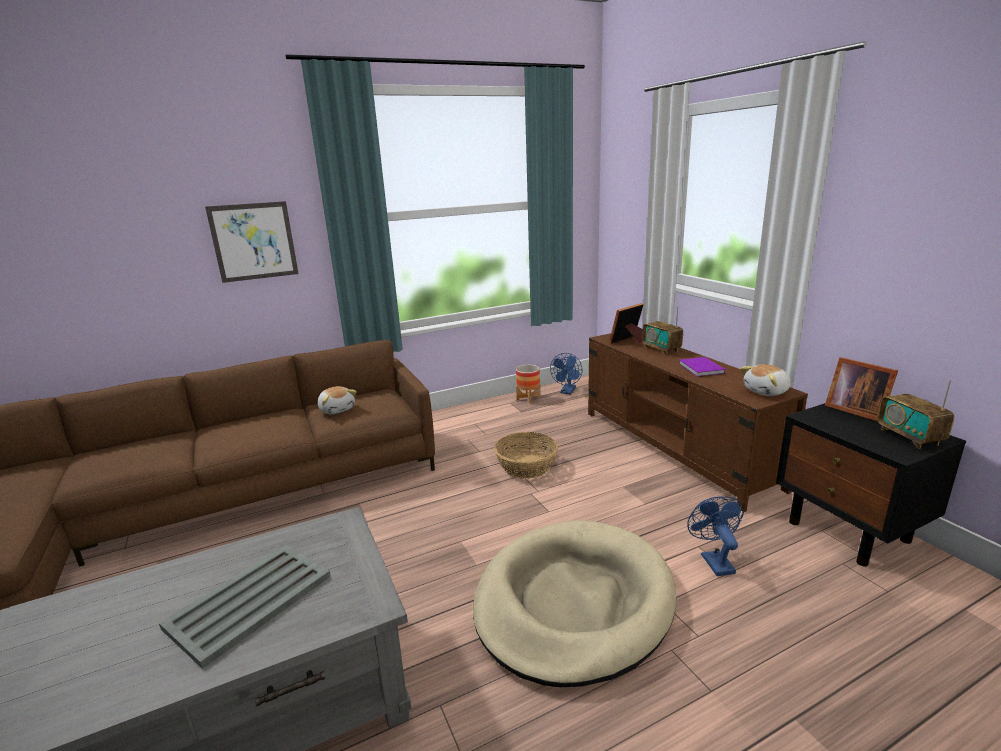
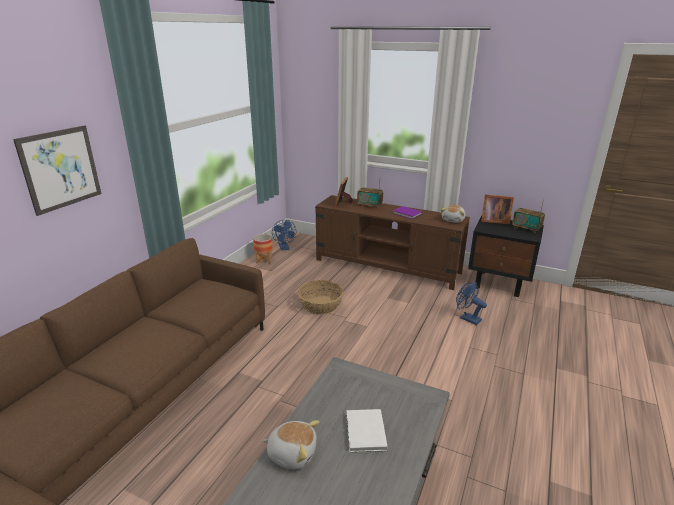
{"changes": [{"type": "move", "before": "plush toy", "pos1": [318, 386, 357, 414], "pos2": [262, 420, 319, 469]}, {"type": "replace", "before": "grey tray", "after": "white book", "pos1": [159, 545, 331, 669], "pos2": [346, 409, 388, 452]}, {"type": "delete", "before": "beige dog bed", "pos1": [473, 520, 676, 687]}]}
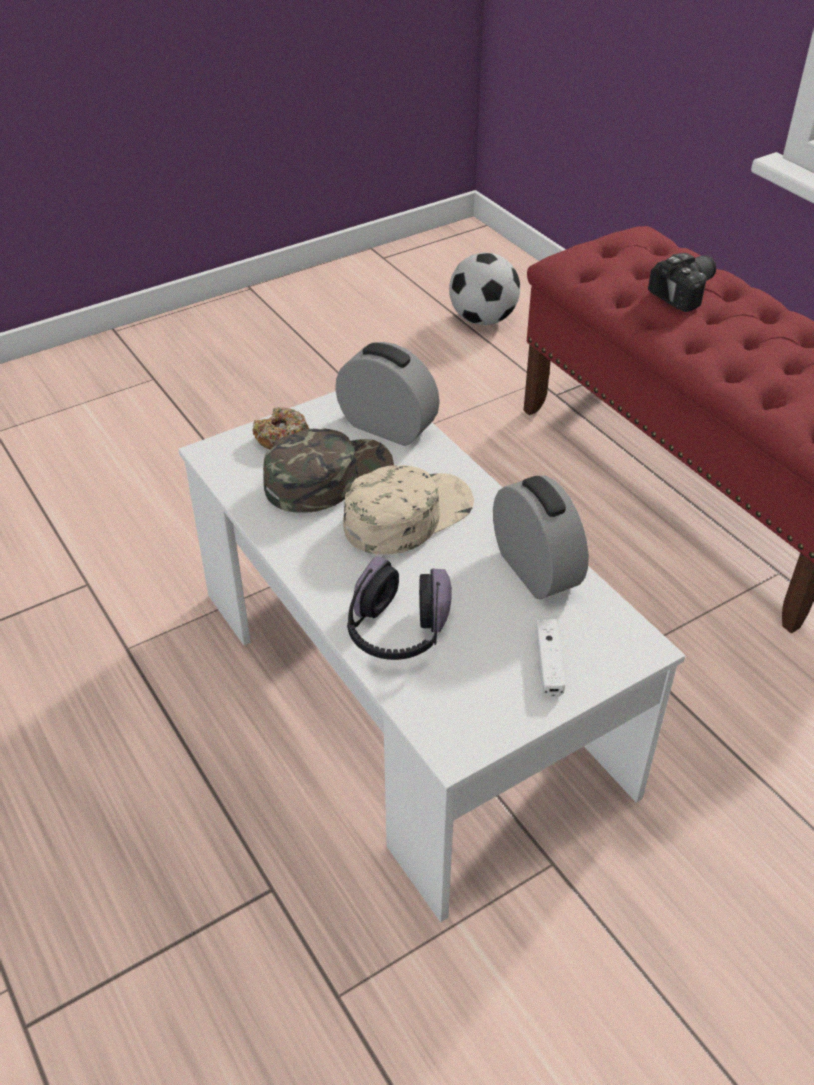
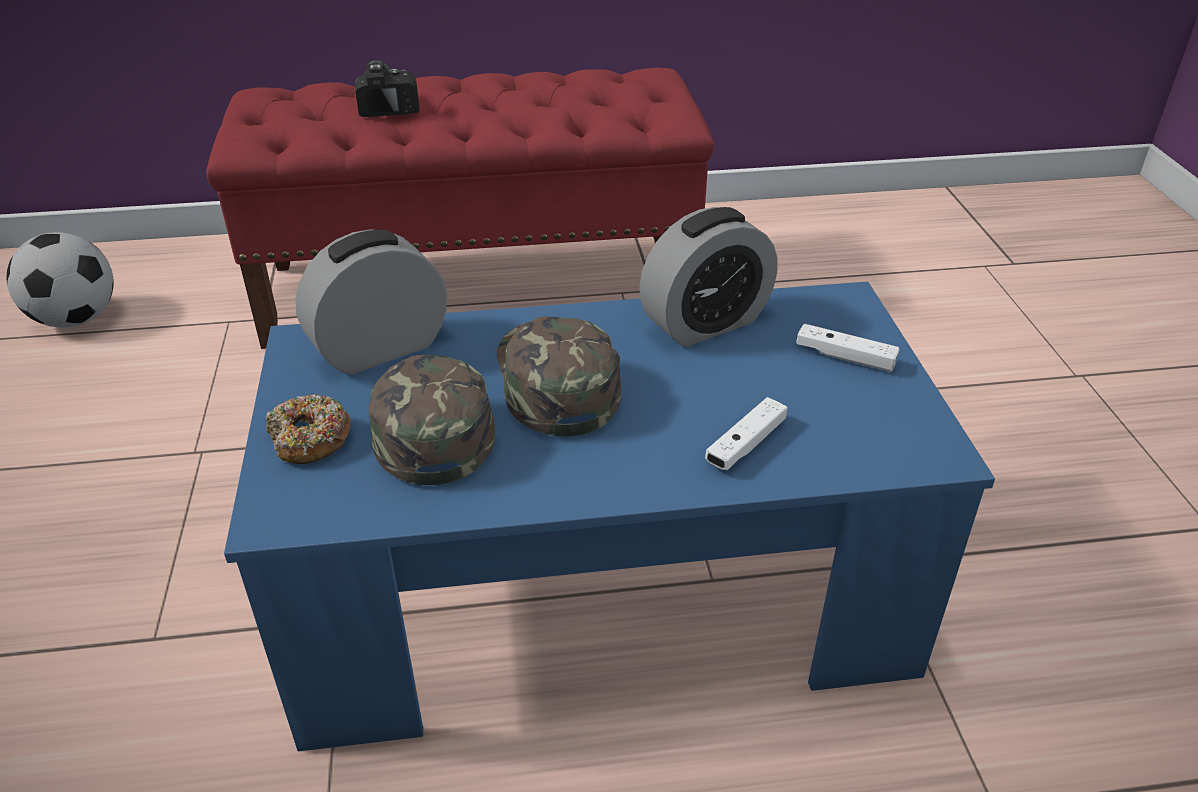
{"changes": [{"type": "recolor", "before": "white coffee table", "after": "blue coffee table", "pos1": [178, 391, 685, 922], "pos2": [224, 282, 995, 751]}, {"type": "recolor", "before": "beige cap", "after": "green cap", "pos1": [343, 465, 474, 555], "pos2": [497, 316, 621, 437]}, {"type": "rotate", "before": "alarm clock", "pos1": [493, 476, 589, 599], "pos2": [639, 207, 777, 347], "turn": 150}, {"type": "replace", "before": "headphones", "after": "white game controller", "pos1": [347, 556, 452, 660], "pos2": [705, 397, 788, 470]}]}
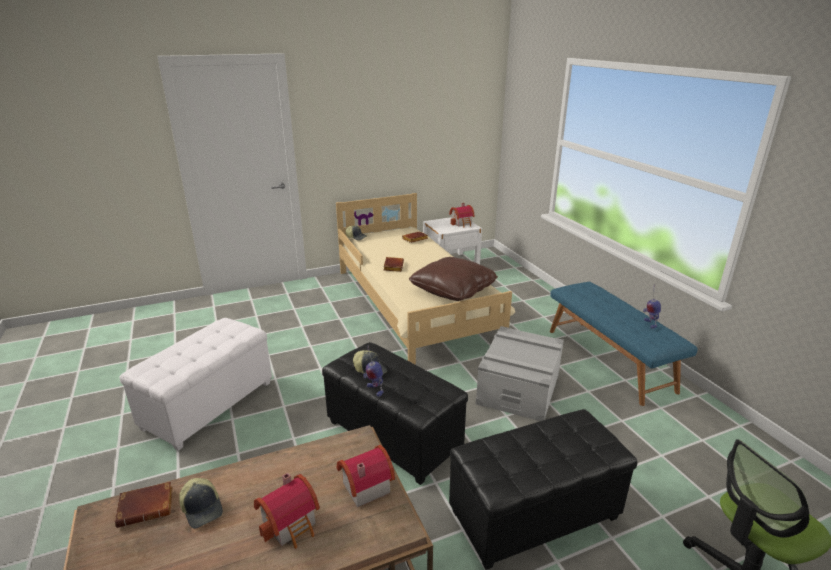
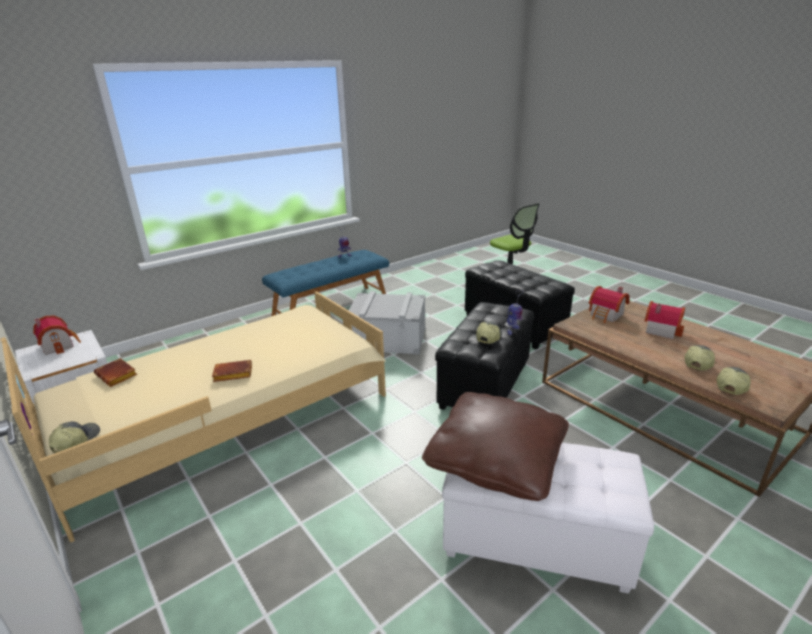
{"changes": [{"type": "move", "before": "brown pillow", "pos1": [409, 257, 498, 301], "pos2": [422, 392, 569, 501]}, {"type": "replace", "before": "brown book", "after": "cap", "pos1": [115, 481, 173, 528], "pos2": [717, 367, 751, 395]}]}
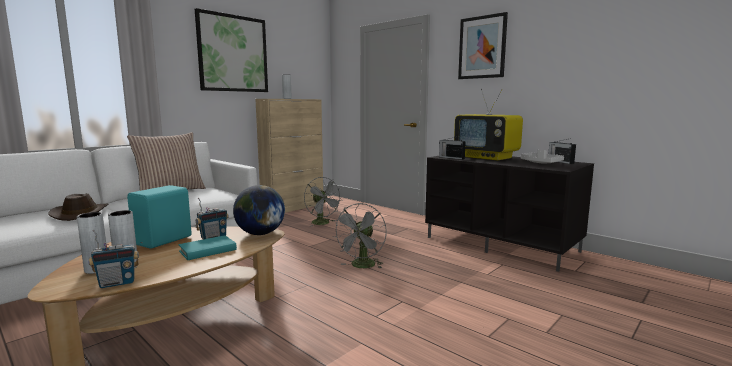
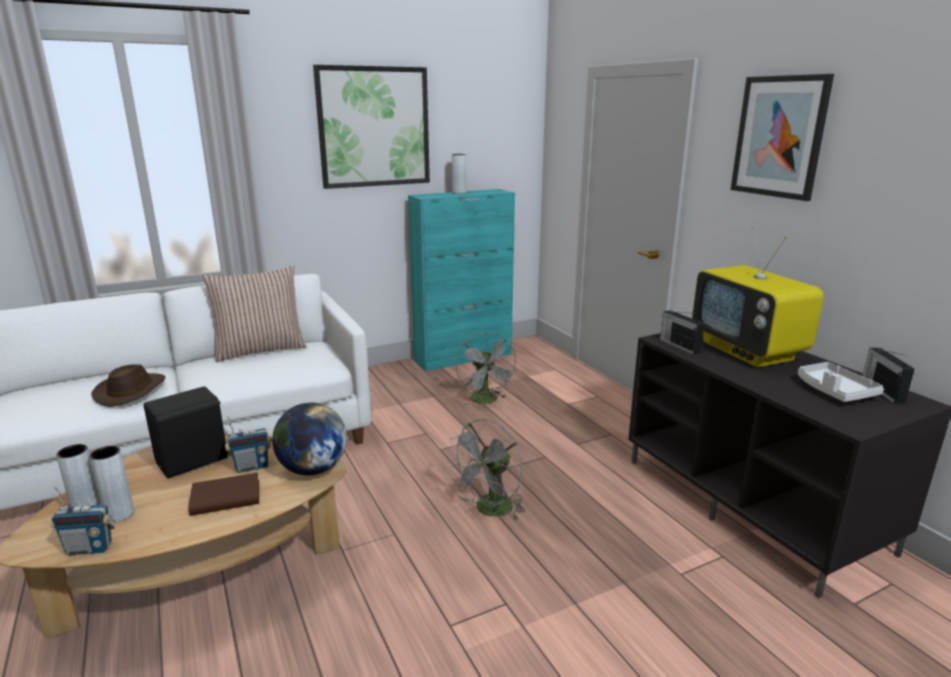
{"changes": [{"type": "recolor", "before": "turquoise speaker", "after": "black speaker", "pos1": [127, 185, 192, 249], "pos2": [144, 386, 228, 478]}, {"type": "recolor", "before": "turquoise book", "after": "brown book", "pos1": [179, 235, 237, 260], "pos2": [188, 473, 259, 516]}, {"type": "recolor", "before": "beige cabinet", "after": "turquoise cabinet", "pos1": [255, 99, 323, 213], "pos2": [408, 189, 515, 371]}]}
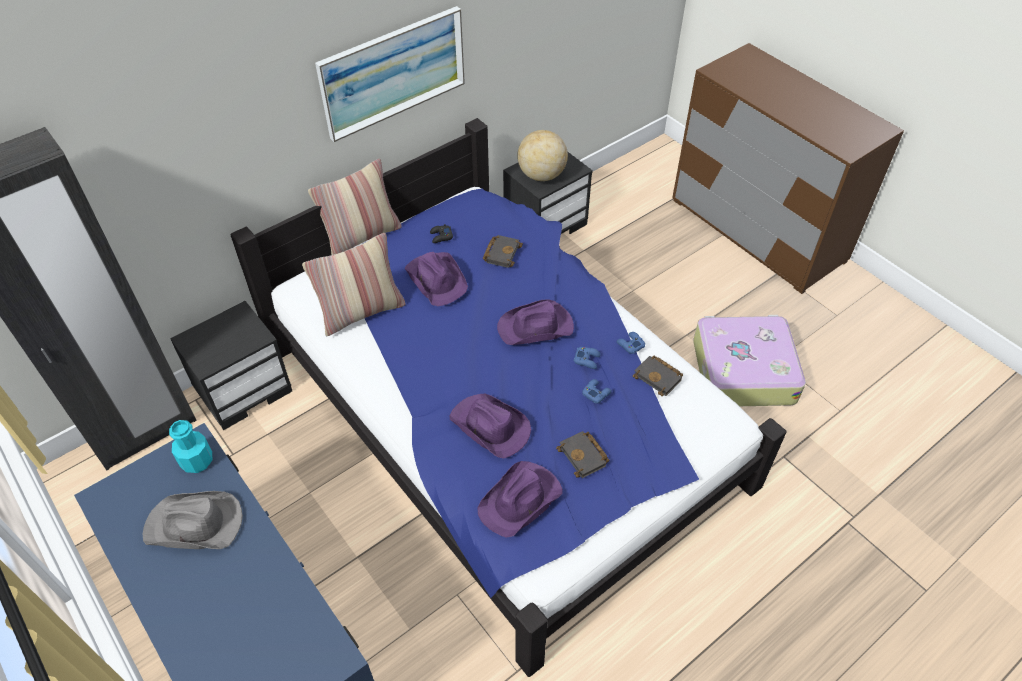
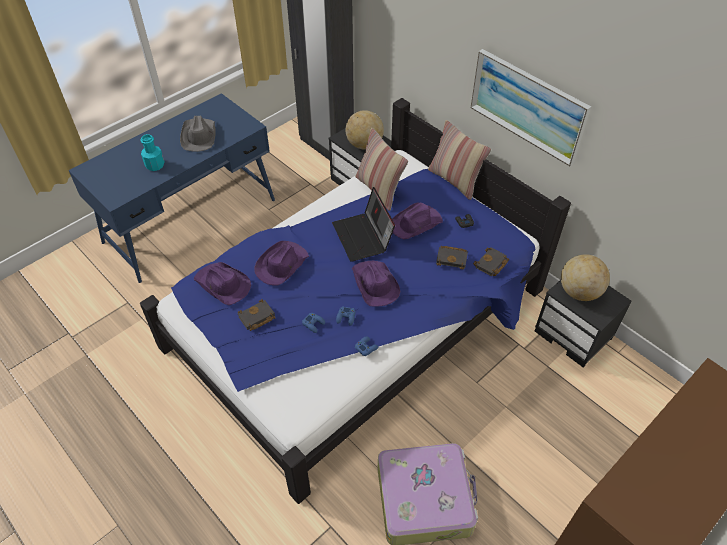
{"changes": [{"type": "move", "before": "turquoise bottle", "pos1": [169, 420, 212, 473], "pos2": [140, 134, 165, 171]}, {"type": "insert", "after": "laptop", "pos2": [332, 187, 395, 262]}, {"type": "insert", "after": "globe", "pos2": [345, 110, 384, 150]}, {"type": "move", "before": "black book", "pos1": [633, 355, 683, 396], "pos2": [473, 247, 509, 276]}]}
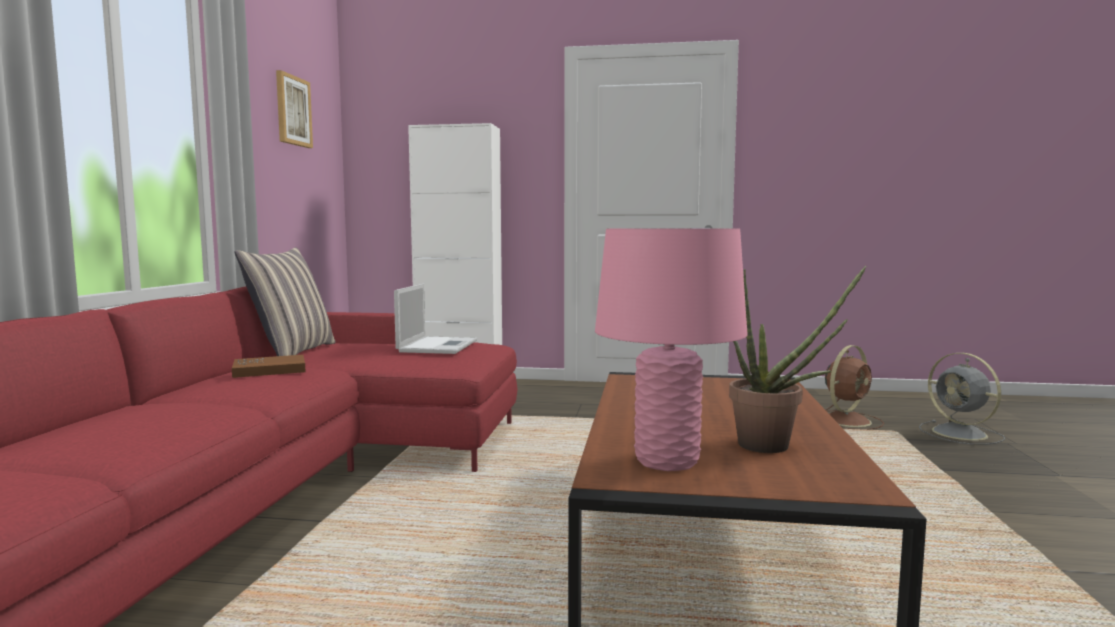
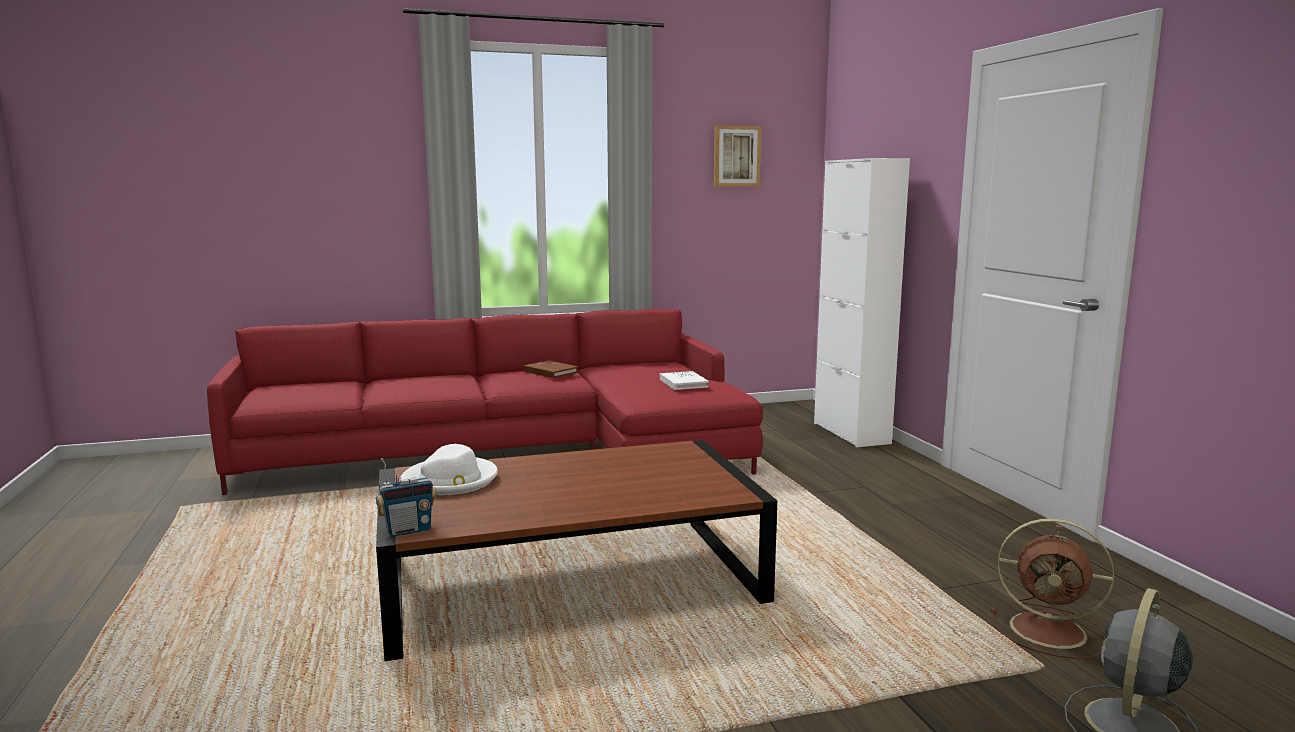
{"changes": [{"type": "insert", "after": "radio", "pos2": [376, 458, 437, 537]}, {"type": "replace", "before": "pink table lamp", "after": "white hat", "pos1": [595, 228, 748, 471], "pos2": [399, 444, 498, 495]}, {"type": "replace", "before": "laptop", "after": "white book", "pos1": [394, 284, 477, 354], "pos2": [660, 371, 709, 390]}, {"type": "delete", "before": "pillow", "pos1": [235, 247, 336, 356]}, {"type": "delete", "before": "potted plant", "pos1": [729, 266, 866, 453]}]}
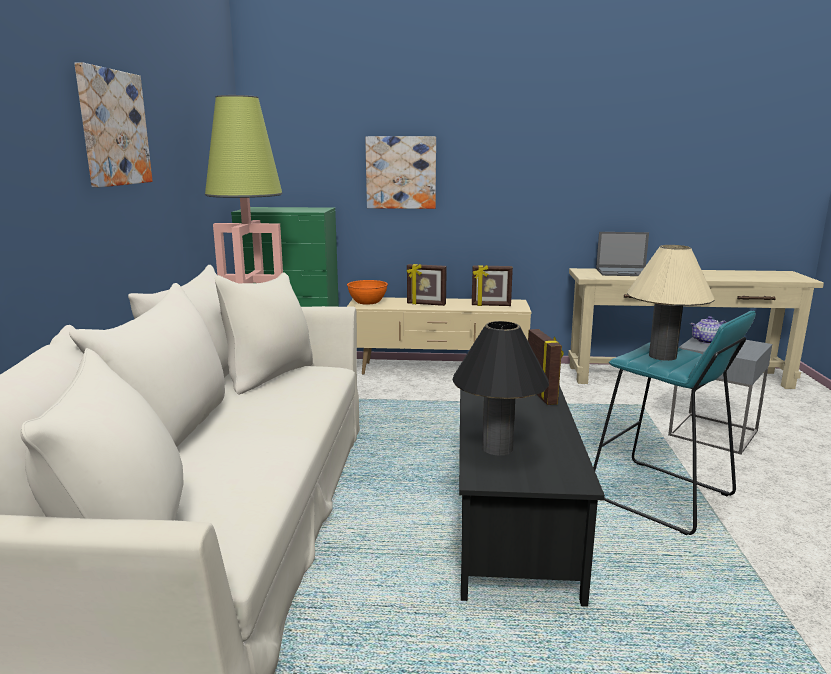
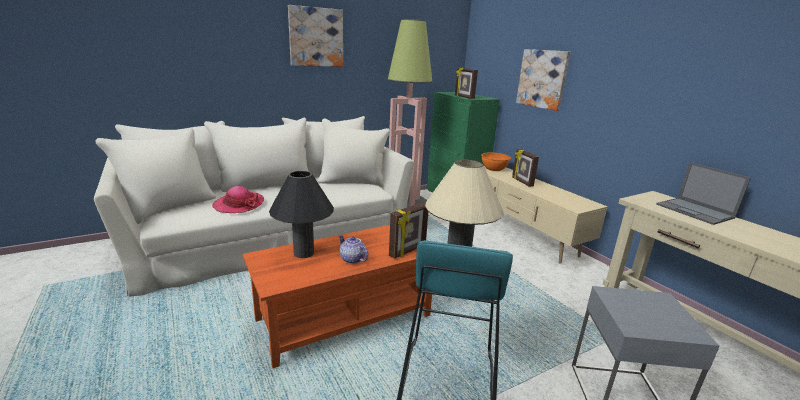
{"changes": [{"type": "insert", "after": "hat", "pos2": [212, 186, 264, 213]}, {"type": "recolor", "before": "black coffee table", "after": "orange coffee table", "pos1": [459, 385, 605, 607], "pos2": [243, 225, 432, 368]}, {"type": "move", "before": "teapot", "pos1": [690, 316, 727, 344], "pos2": [339, 235, 369, 264]}, {"type": "move", "before": "picture frame", "pos1": [472, 265, 513, 306], "pos2": [455, 67, 478, 99]}]}
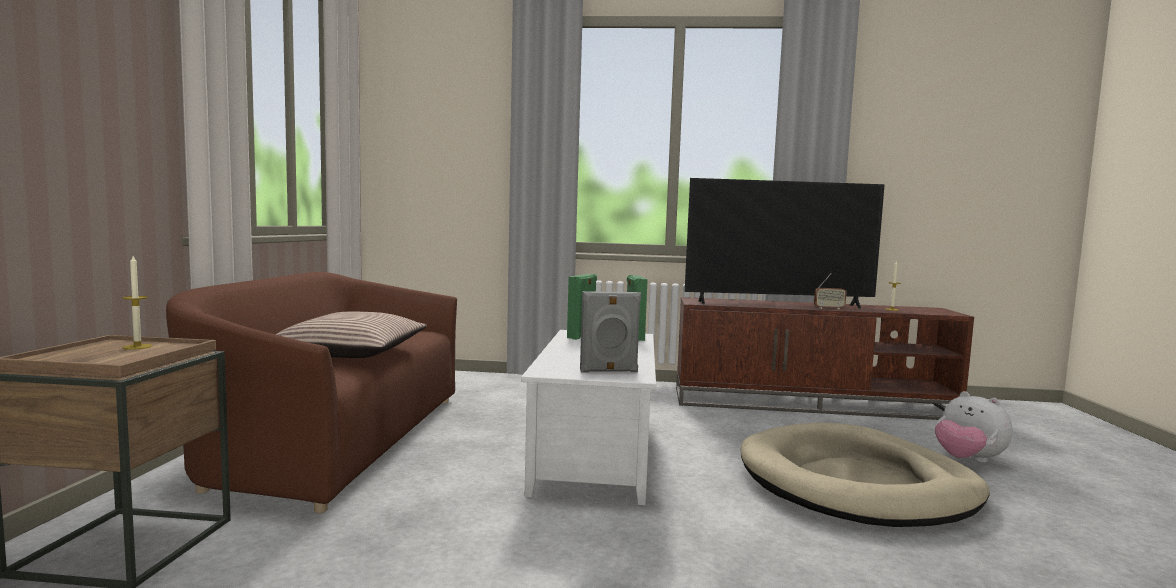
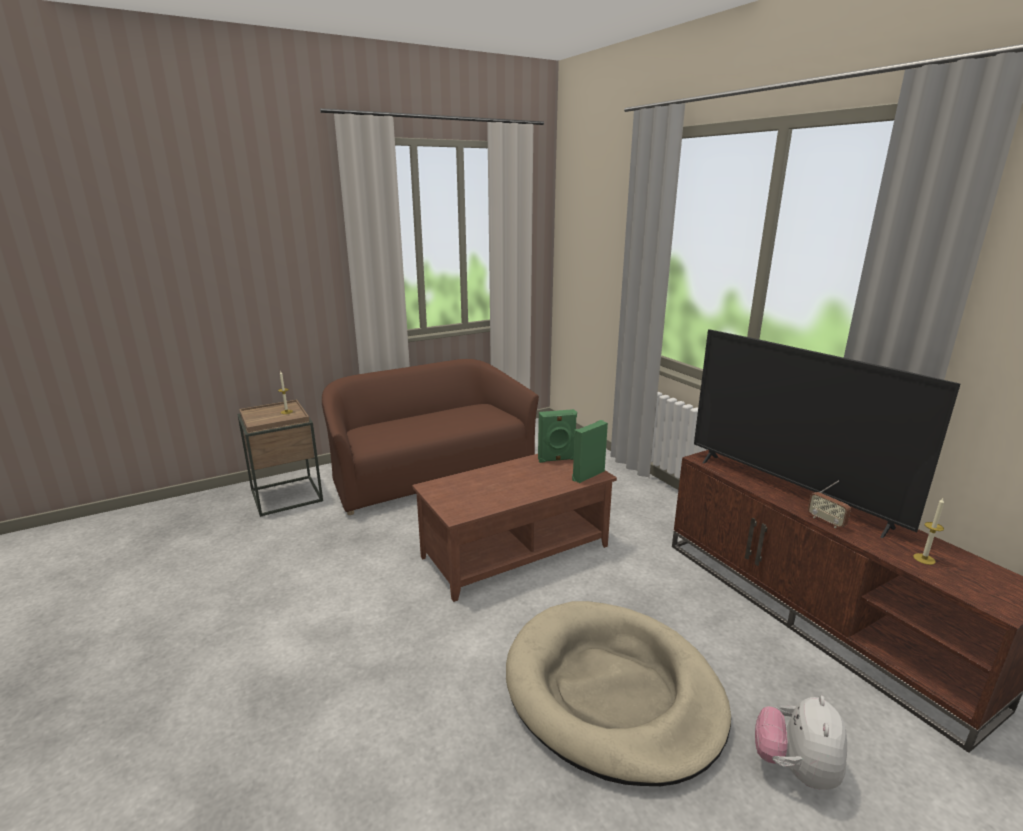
{"changes": [{"type": "recolor", "before": "white coffee table", "after": "brown coffee table", "pos1": [521, 330, 656, 505], "pos2": [412, 454, 617, 602]}, {"type": "delete", "before": "pillow", "pos1": [275, 312, 427, 358]}, {"type": "delete", "before": "grey speaker", "pos1": [580, 291, 641, 373]}]}
